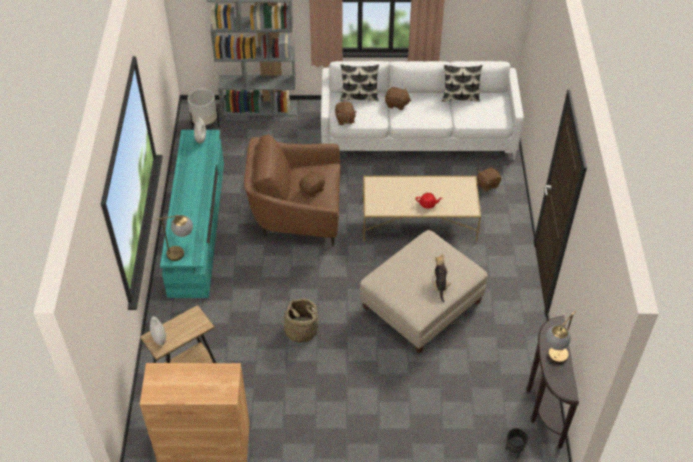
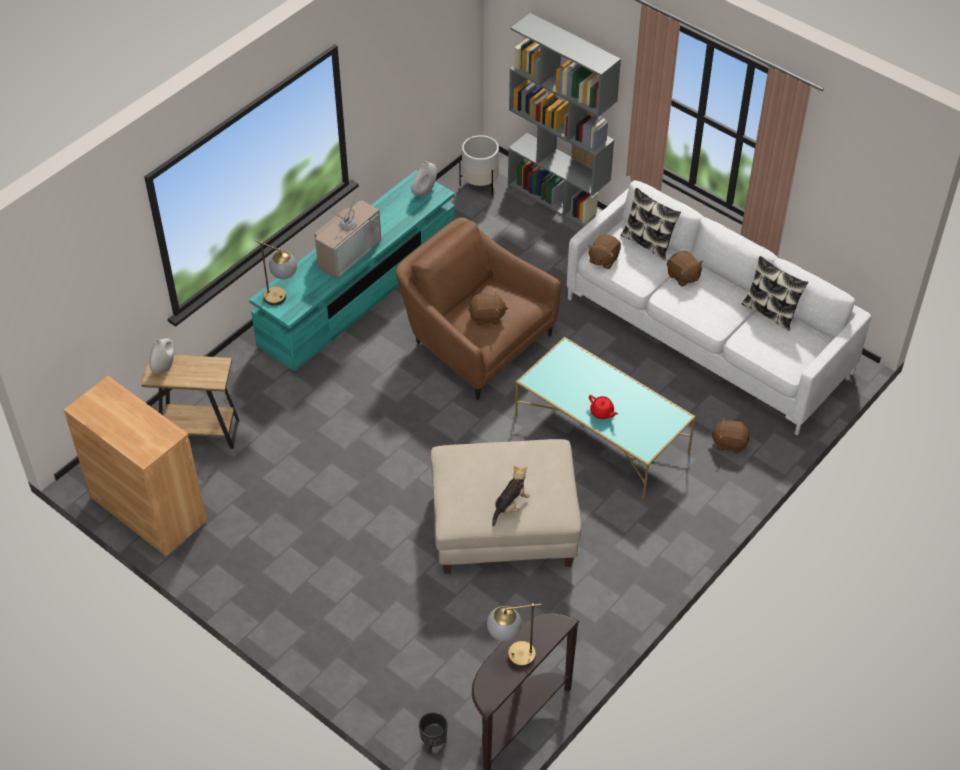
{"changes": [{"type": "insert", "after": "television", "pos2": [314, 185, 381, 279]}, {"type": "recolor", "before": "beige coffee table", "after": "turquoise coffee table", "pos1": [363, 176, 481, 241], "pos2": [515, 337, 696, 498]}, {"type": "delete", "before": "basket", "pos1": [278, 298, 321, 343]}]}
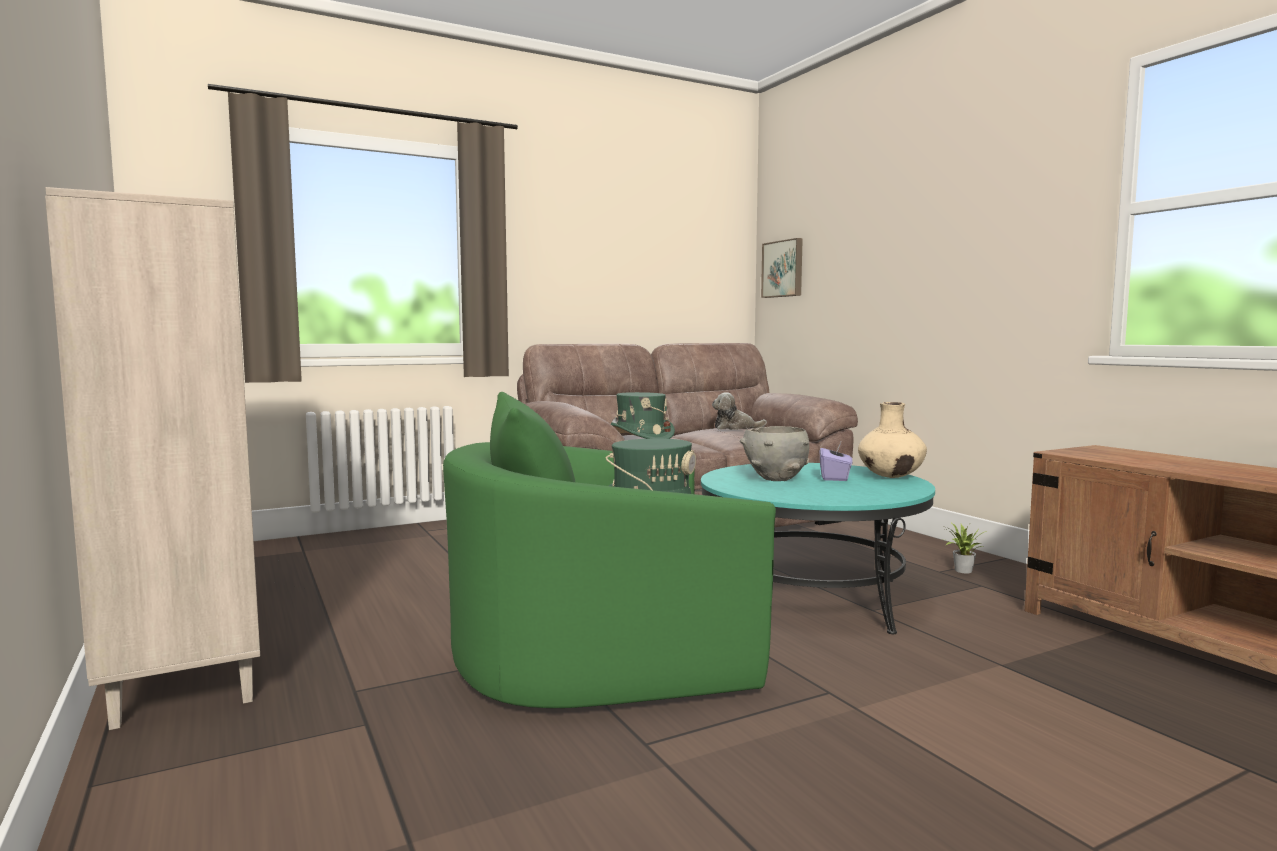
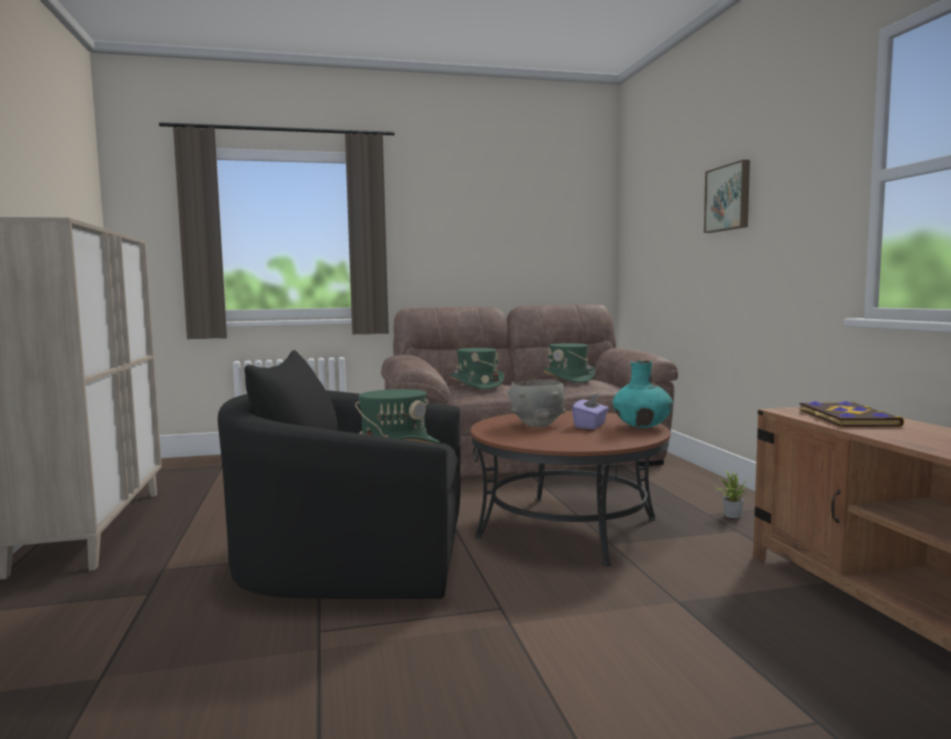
{"changes": [{"type": "recolor", "before": "green armchair", "after": "black armchair", "pos1": [443, 392, 776, 708], "pos2": [218, 350, 460, 599]}, {"type": "recolor", "before": "turquoise coffee table", "after": "brown coffee table", "pos1": [701, 463, 935, 634], "pos2": [471, 411, 670, 566]}, {"type": "replace", "before": "plush toy", "after": "green hat", "pos1": [712, 392, 767, 430], "pos2": [542, 343, 595, 383]}, {"type": "recolor", "before": "beige vase", "after": "turquoise vase", "pos1": [858, 402, 927, 478], "pos2": [612, 360, 673, 428]}, {"type": "move", "before": "picture", "pos1": [761, 238, 803, 298], "pos2": [704, 160, 750, 233]}, {"type": "insert", "after": "book", "pos2": [799, 401, 904, 427]}]}
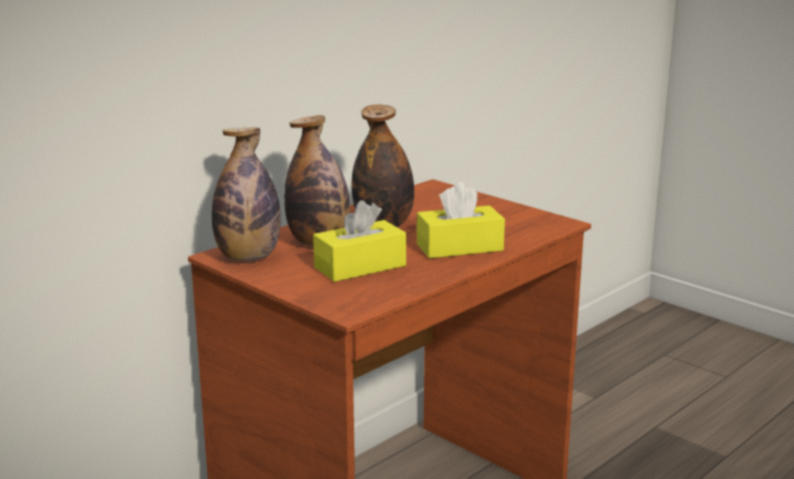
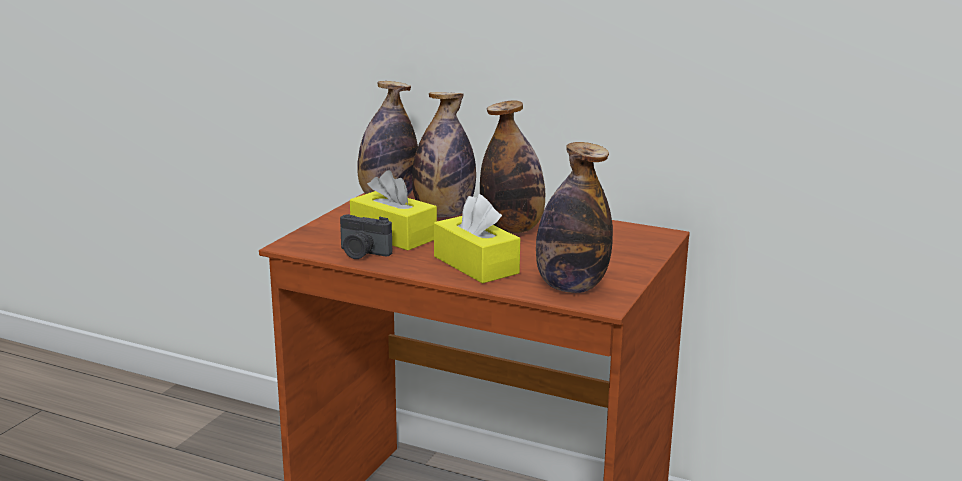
{"changes": [{"type": "insert", "after": "photo camera", "pos2": [340, 214, 392, 259]}, {"type": "insert", "after": "bottle", "pos2": [536, 142, 613, 293]}]}
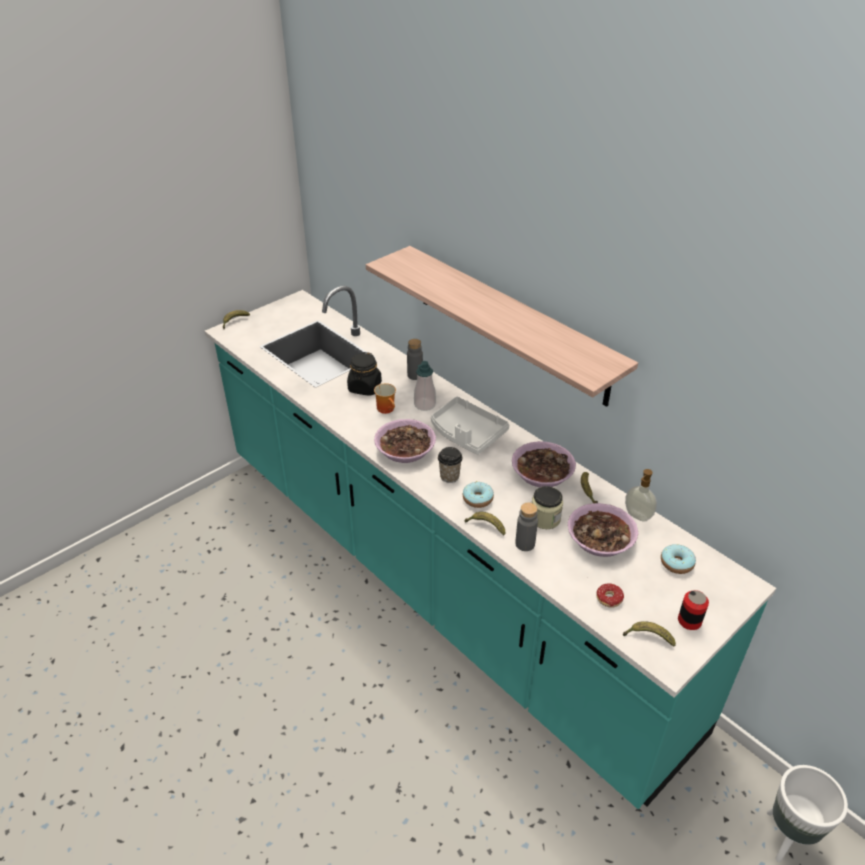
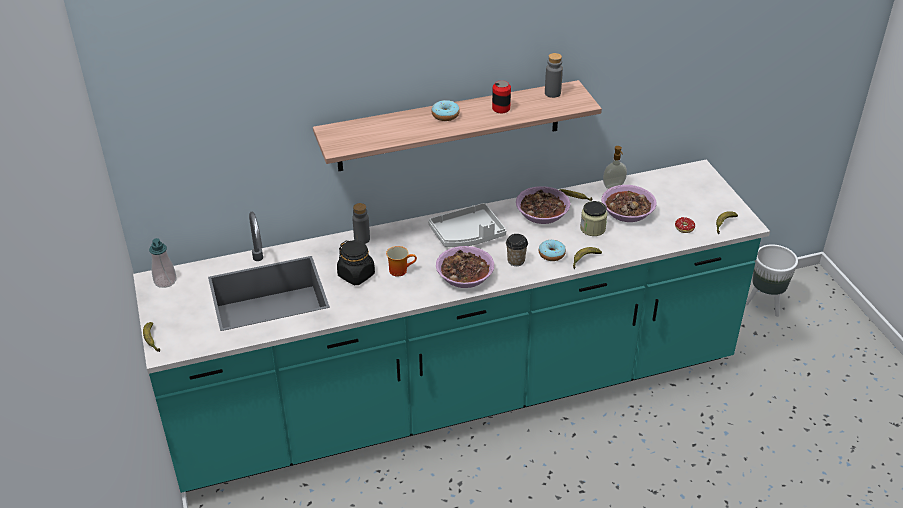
{"changes": [{"type": "move", "before": "soap dispenser", "pos1": [414, 361, 436, 411], "pos2": [149, 238, 176, 288]}, {"type": "move", "before": "donut", "pos1": [661, 544, 696, 574], "pos2": [432, 100, 460, 121]}, {"type": "move", "before": "can", "pos1": [678, 590, 709, 630], "pos2": [492, 80, 511, 113]}, {"type": "move", "before": "grey bottle", "pos1": [515, 502, 538, 551], "pos2": [545, 53, 563, 98]}]}
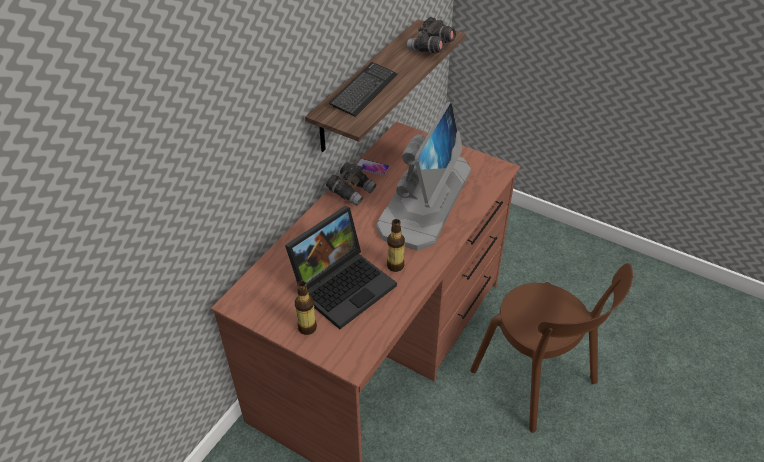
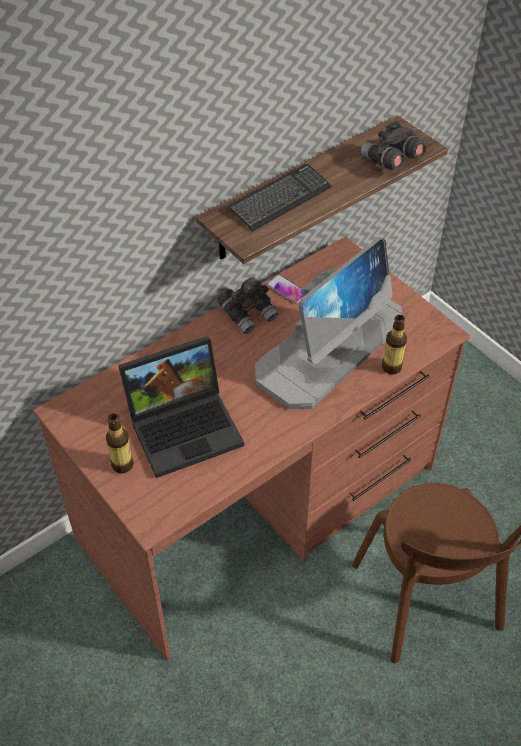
{"changes": [{"type": "move", "before": "bottle", "pos1": [387, 219, 405, 272], "pos2": [382, 315, 407, 374]}]}
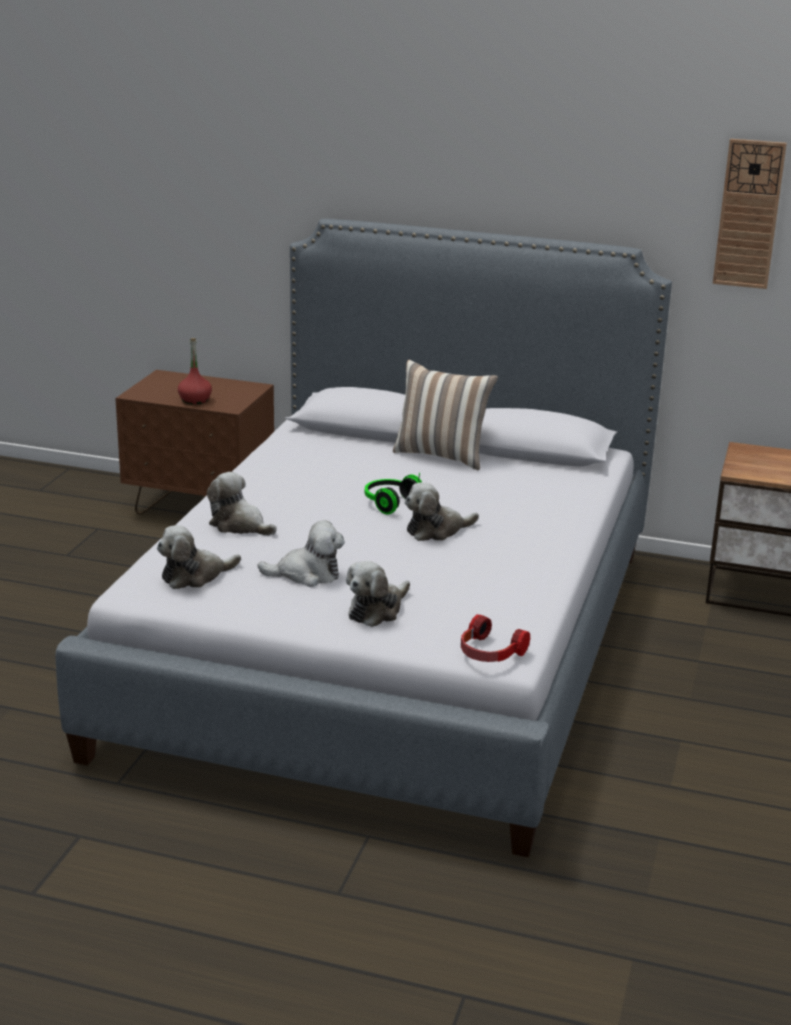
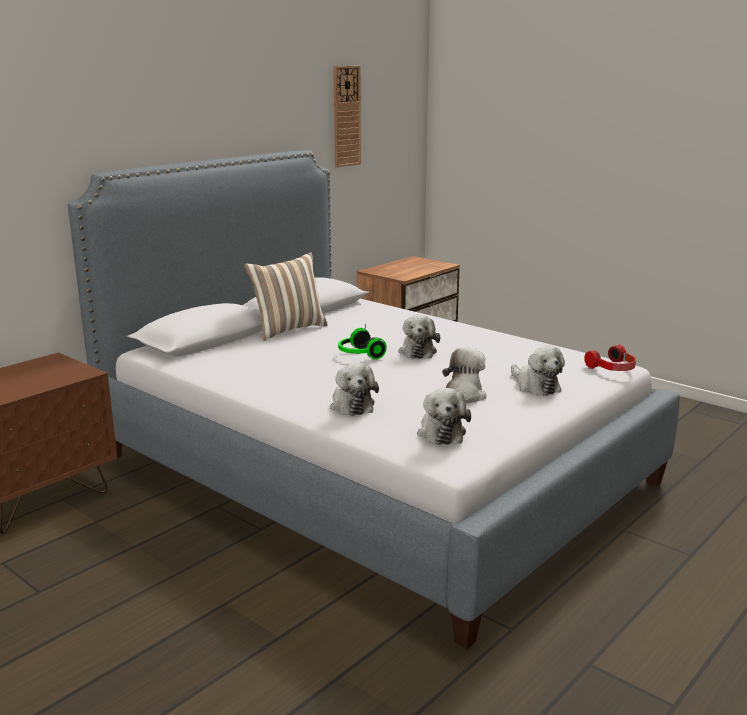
{"changes": [{"type": "rotate", "before": "plush toy", "pos1": [207, 472, 277, 535], "pos2": [330, 363, 379, 416], "turn": -75}, {"type": "delete", "before": "red bottle", "pos1": [178, 338, 212, 405]}]}
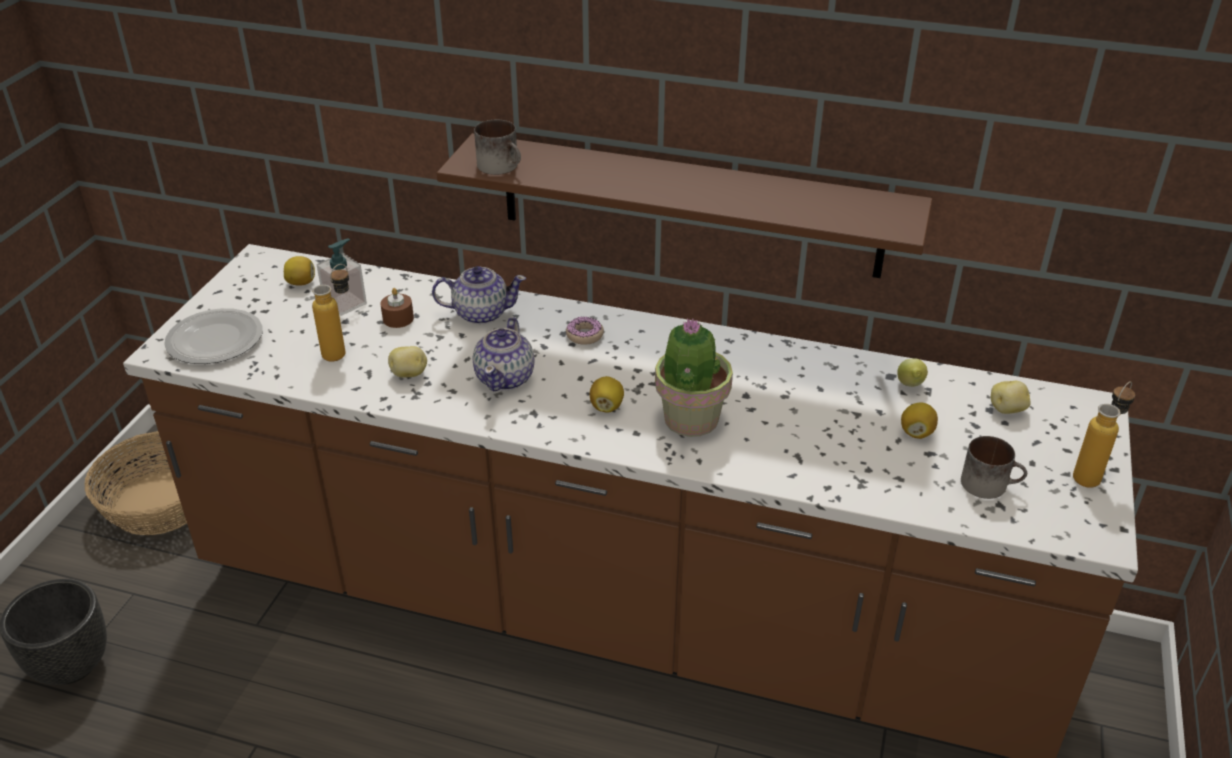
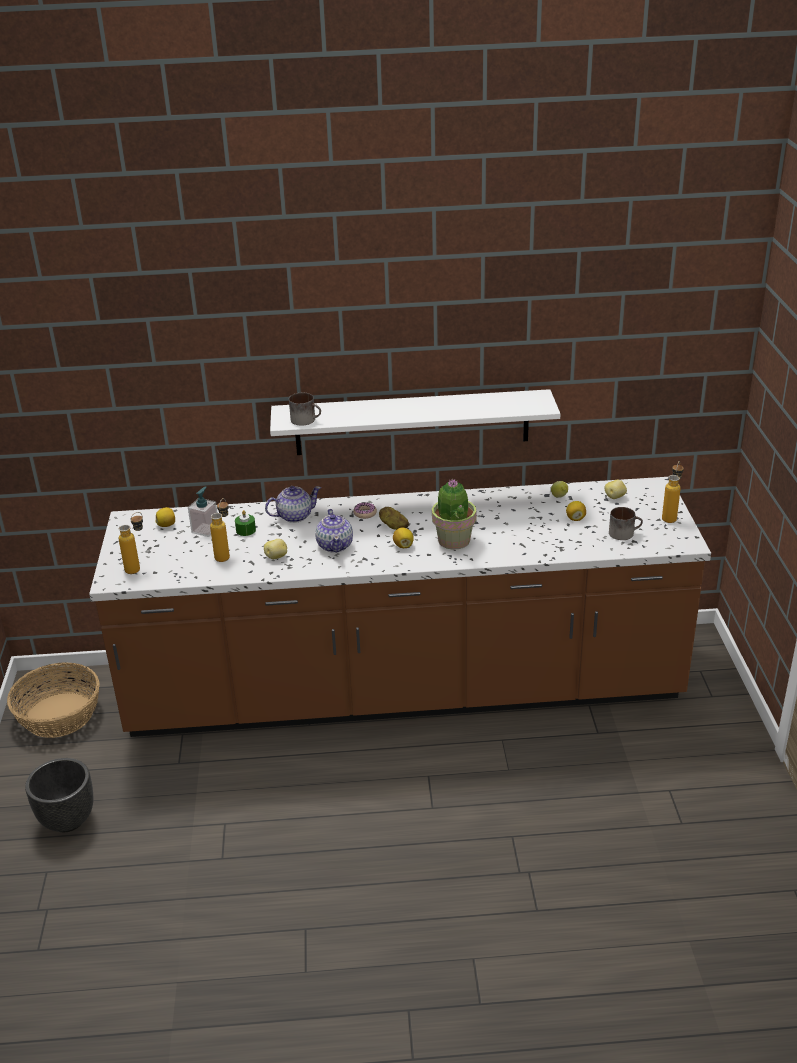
{"changes": [{"type": "replace", "before": "plate", "after": "bottle", "pos1": [164, 308, 263, 364], "pos2": [119, 512, 143, 574]}, {"type": "recolor", "before": "brown candle", "after": "green candle", "pos1": [380, 288, 414, 328], "pos2": [235, 510, 256, 536]}, {"type": "recolor", "before": "brown shelf", "after": "white shelf", "pos1": [437, 133, 933, 278], "pos2": [270, 389, 560, 455]}, {"type": "insert", "after": "potato", "pos2": [379, 507, 409, 530]}]}
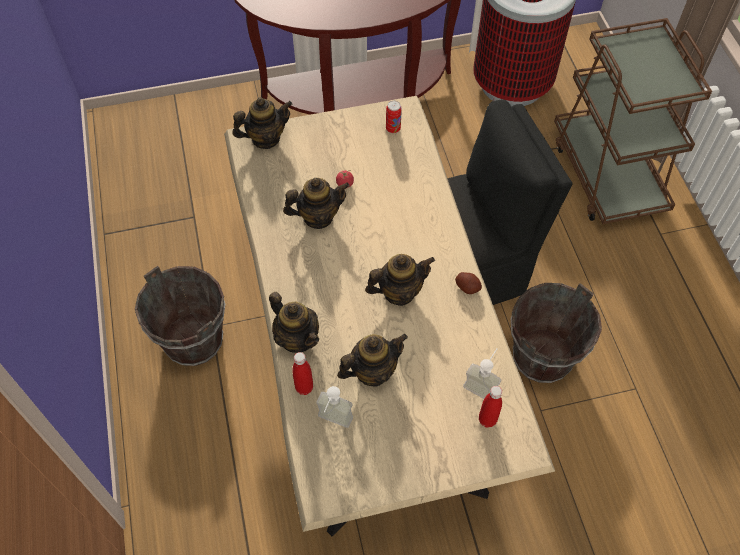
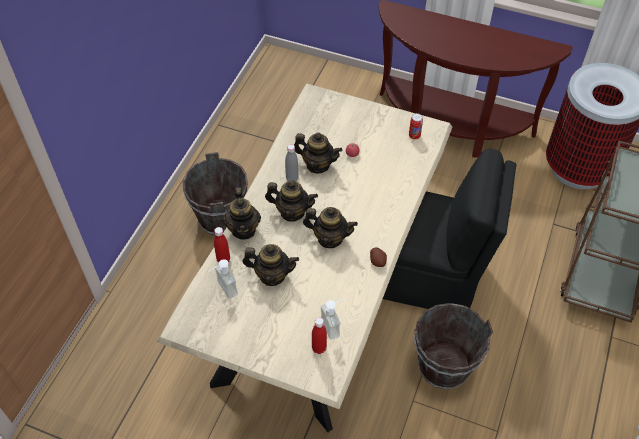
{"changes": [{"type": "move", "before": "teapot", "pos1": [232, 97, 292, 149], "pos2": [265, 180, 318, 222]}, {"type": "insert", "after": "grey bottle", "pos2": [285, 144, 299, 181]}]}
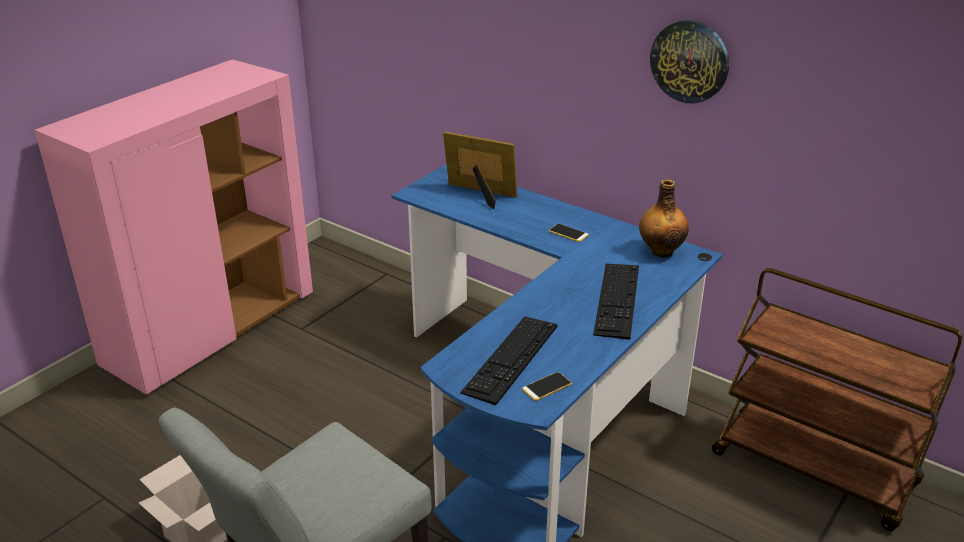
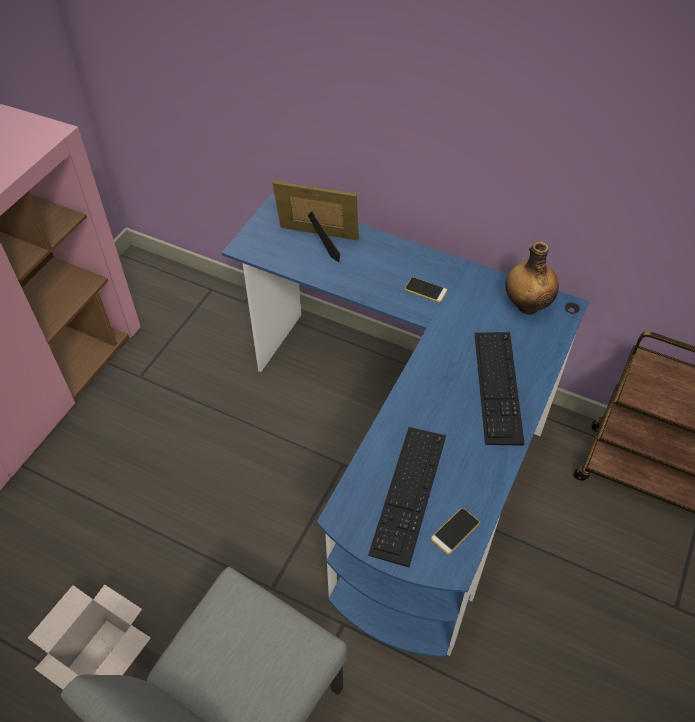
{"changes": [{"type": "delete", "before": "wall clock", "pos1": [650, 20, 729, 103]}]}
